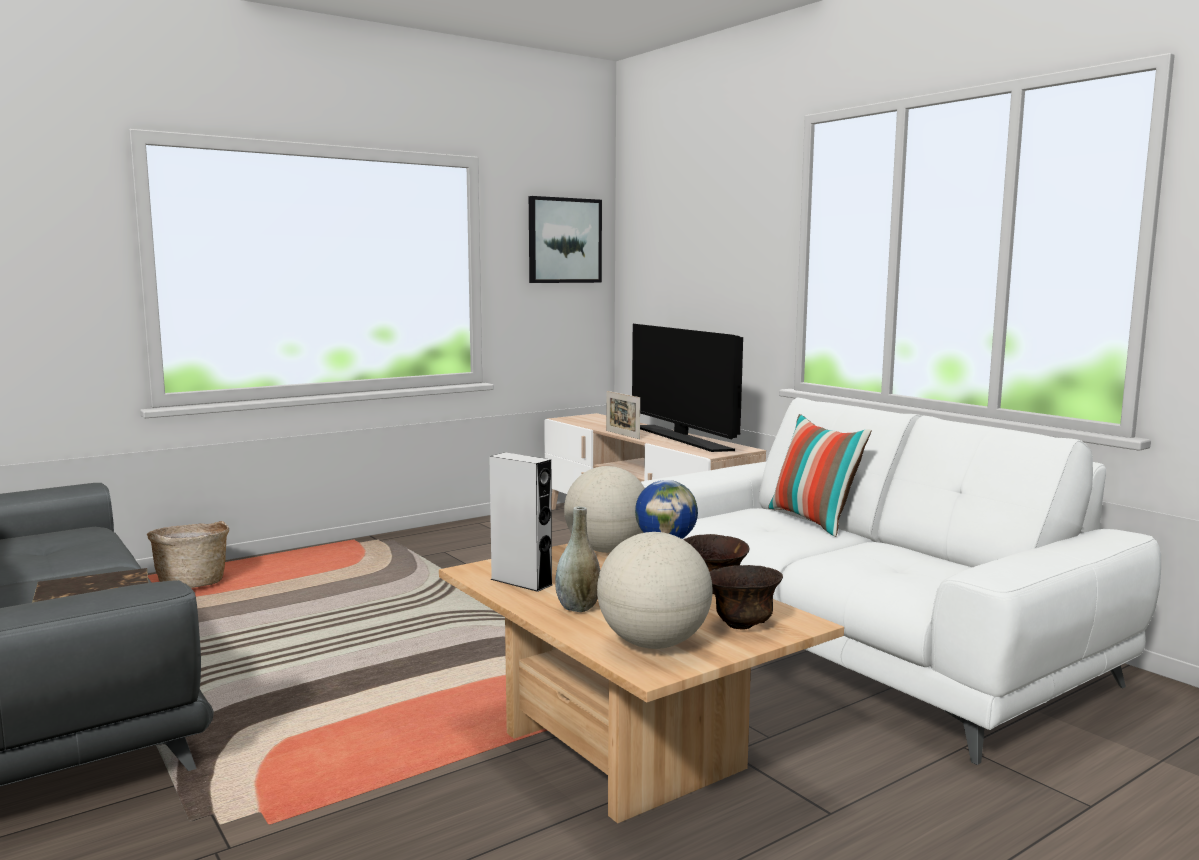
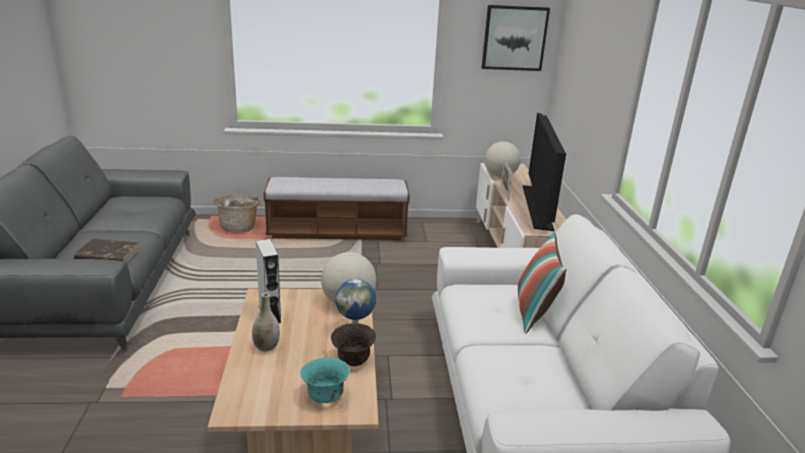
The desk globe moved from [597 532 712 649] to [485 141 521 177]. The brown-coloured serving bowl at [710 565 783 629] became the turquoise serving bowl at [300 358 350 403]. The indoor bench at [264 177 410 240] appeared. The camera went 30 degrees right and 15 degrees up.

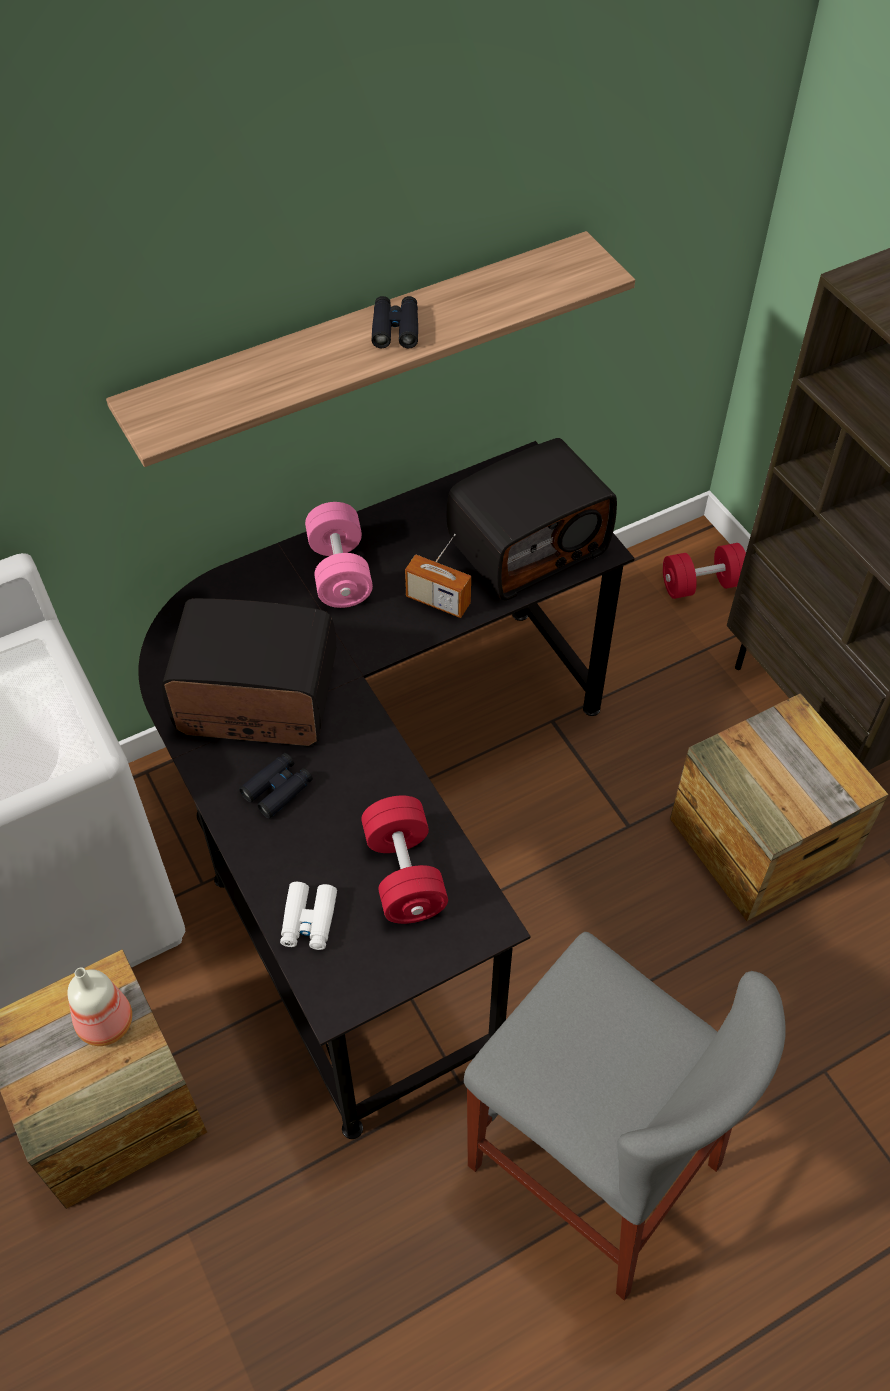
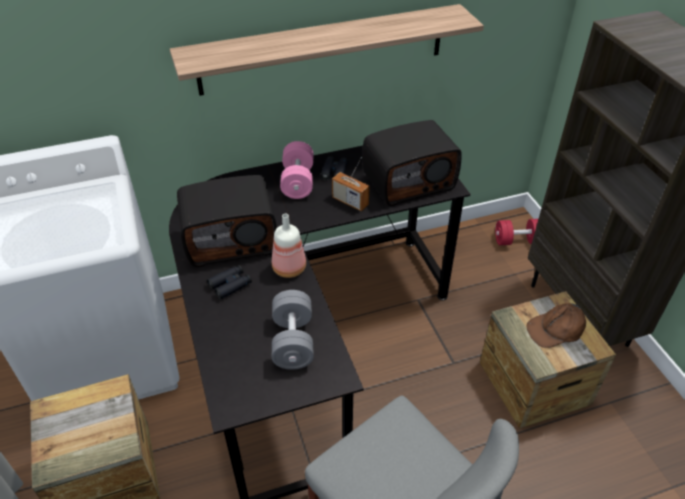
The black field glasses moved from [371 296 418 348] to [320 156 347 181]. The radio at [162 598 336 746] turned 150 degrees clockwise. The reddish dumbbell at [361 795 448 924] became the greyish dumbbell at [272 290 314 370]. The white-coloured field glasses at [280 882 337 950] disappeared. The drink bottle moved from [67 967 132 1046] to [272 214 306 278]. The brown-coloured cap at [527 303 586 348] appeared. The camera went 10 degrees right and 10 degrees down.

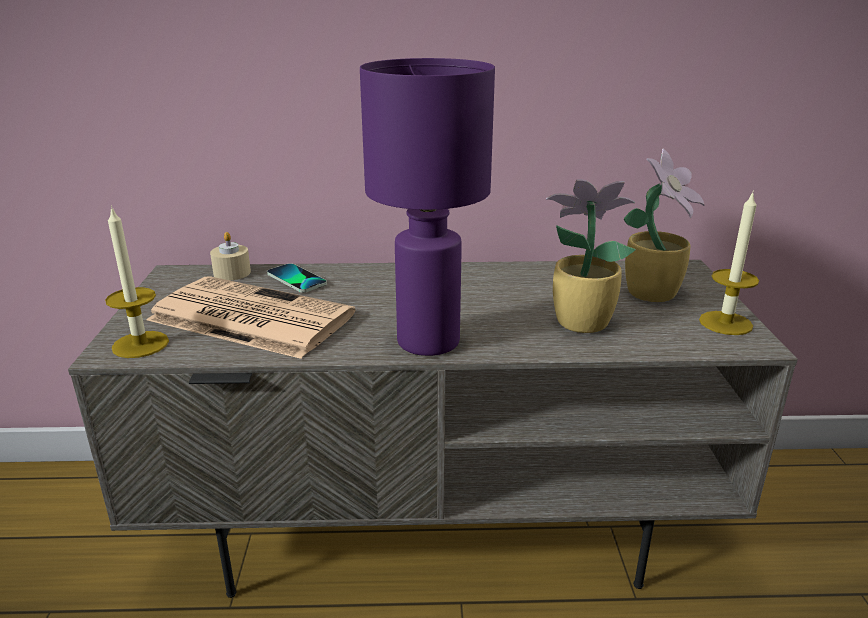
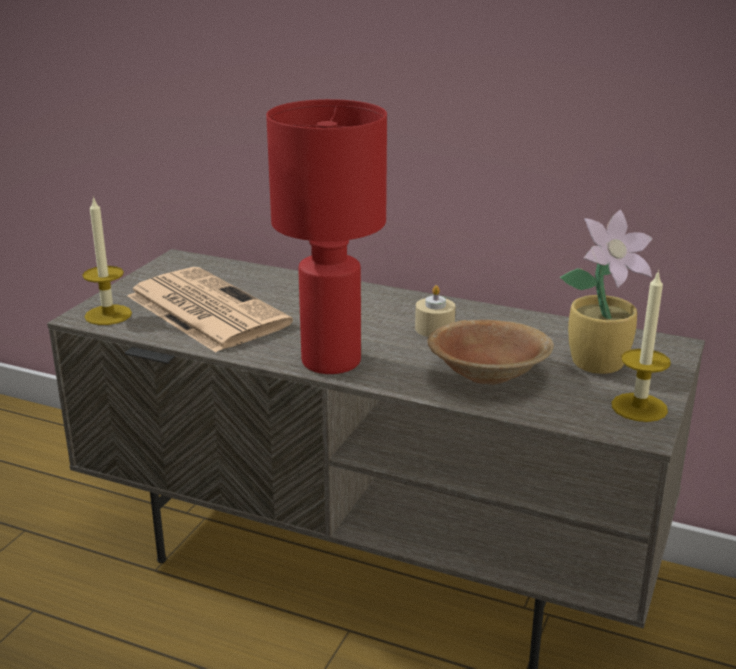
The purplish table lamp at [360 58 495 356] became the reddish table lamp at [266 99 387 374]. The plant in a pot at [546 179 636 333] was replaced by the brown-coloured serving bowl at [427 320 554 385]. The sand-coloured wax light moved from [210 232 251 280] to [415 285 455 337]. The handset at [267 263 327 292] disappeared. The camera went 25 degrees right and 0 degrees up.

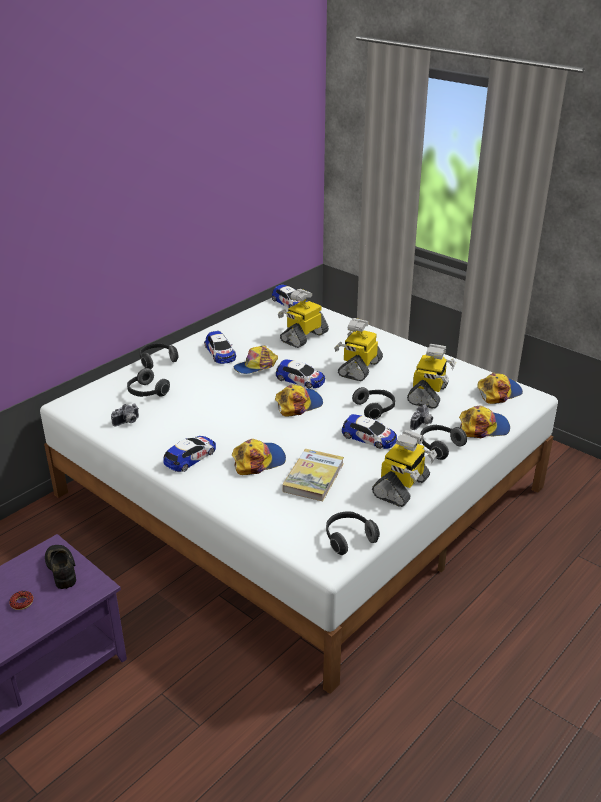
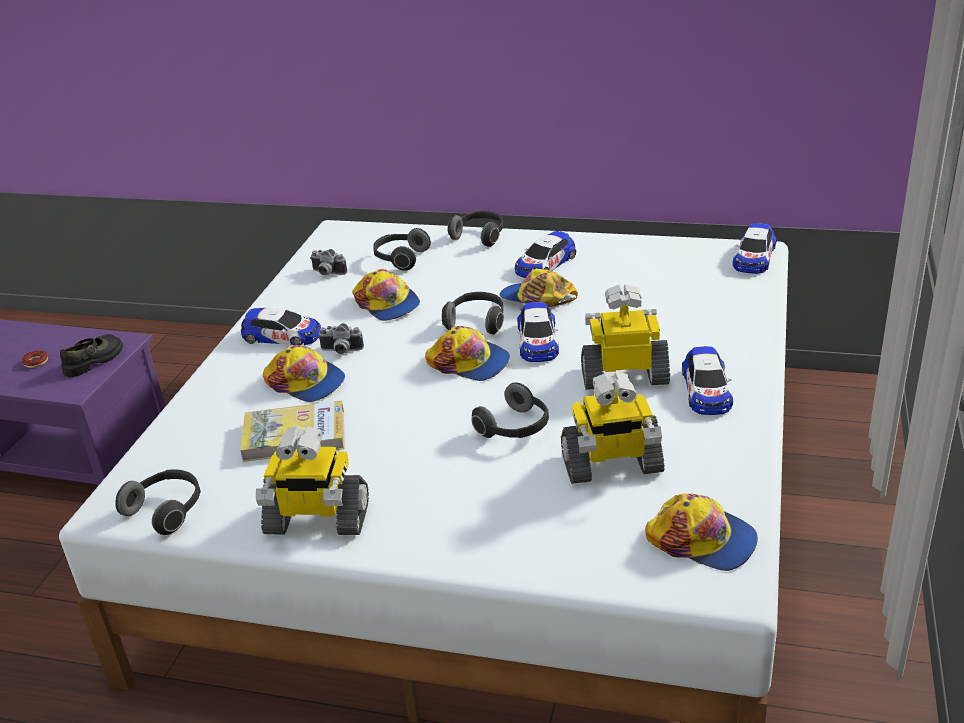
The model robot at [278 289 329 348] disappeared. The photo camera moved from [410 404 433 430] to [318 323 364 354]. The cap moved from [459 405 510 438] to [352 269 420 321]. The model car moved from [342 414 397 449] to [682 346 733 415]. The headset moved from [420 425 467 460] to [442 292 504 335]. The camera went 65 degrees right and 0 degrees up.

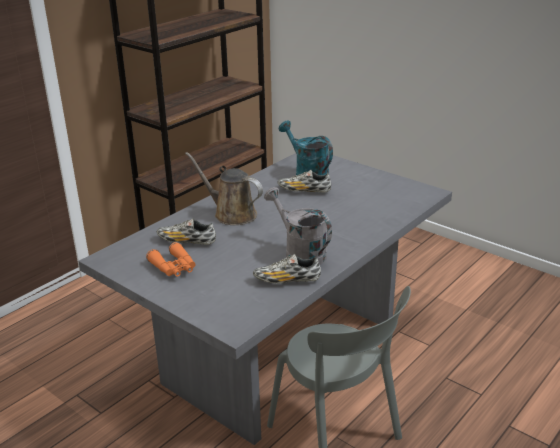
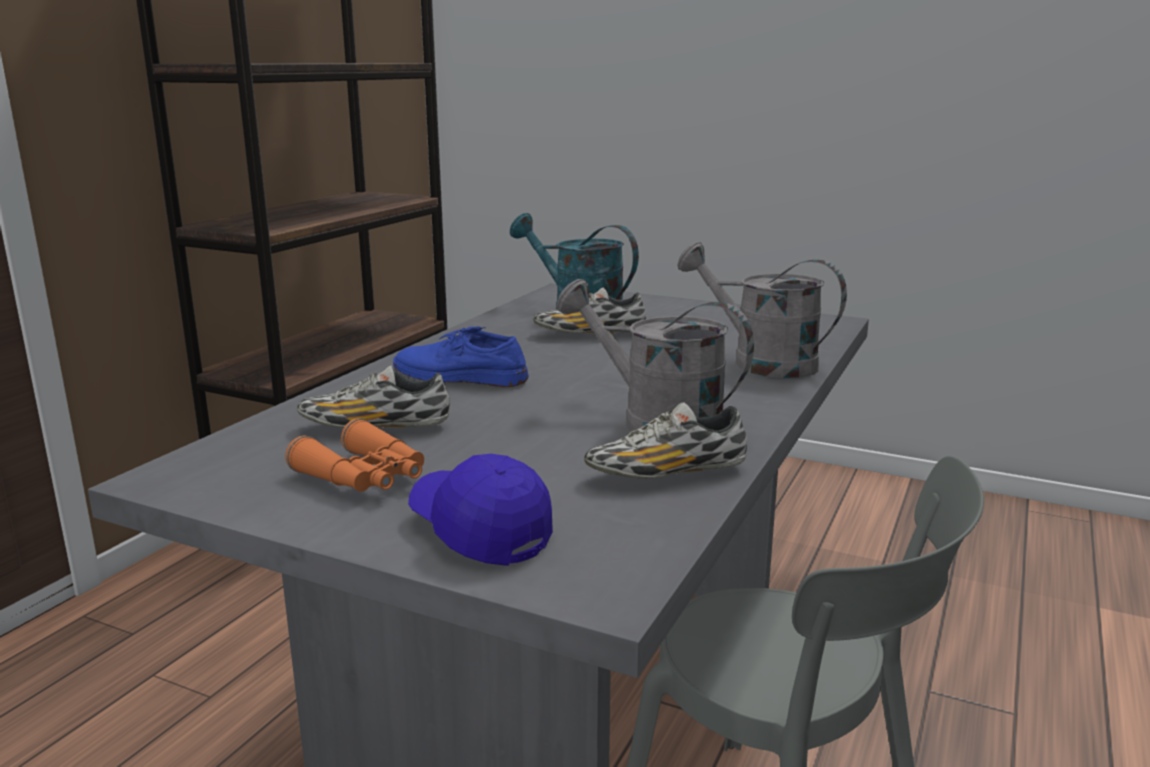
The brown-coloured watering pot at [185 152 263 225] was replaced by the blue item of footwear at [393 327 529 387]. The greyish watering pot at [677 242 847 378] appeared. The blue cap at [408 454 553 566] appeared. The camera went 15 degrees left and 10 degrees down.

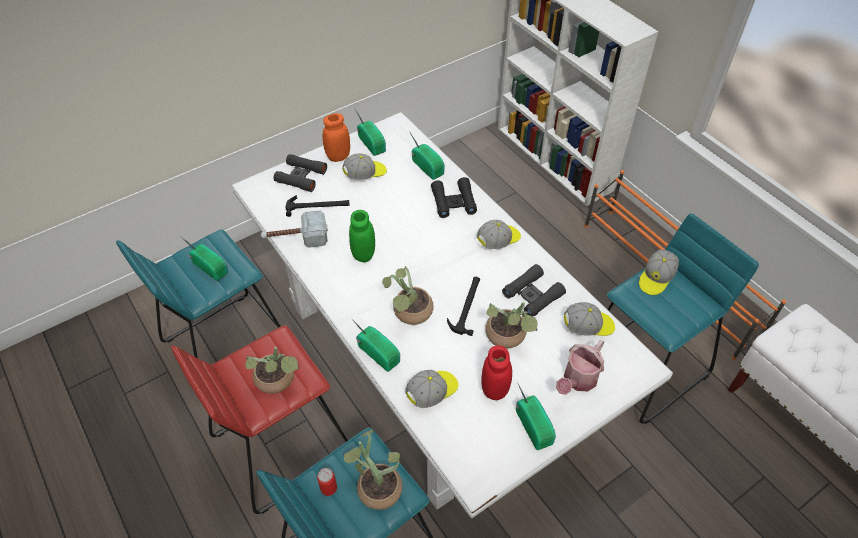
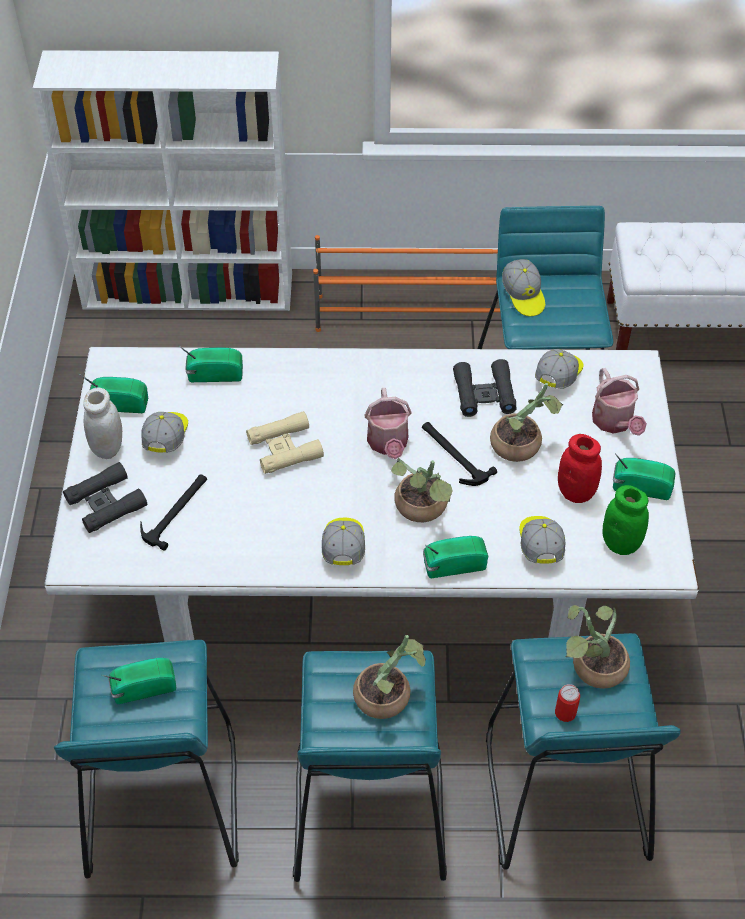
The orangey preserve jar at [323 113 350 162] became the white-coloured preserve jar at [83 388 122 459]. The black field glasses at [431 177 477 218] disappeared. The hand hammer at [261 210 328 248] disappeared. The green preserve jar moved from [349 210 375 262] to [603 485 649 555]. The cap moved from [477 220 521 249] to [322 518 365 565]. The reddish stool seat at [171 325 348 514] became the turquoise stool seat at [293 650 447 882]. The watering pot at [365 388 411 459] appeared. The sand-coloured field glasses at [246 411 324 474] appeared. The camera went 55 degrees left and 0 degrees up.

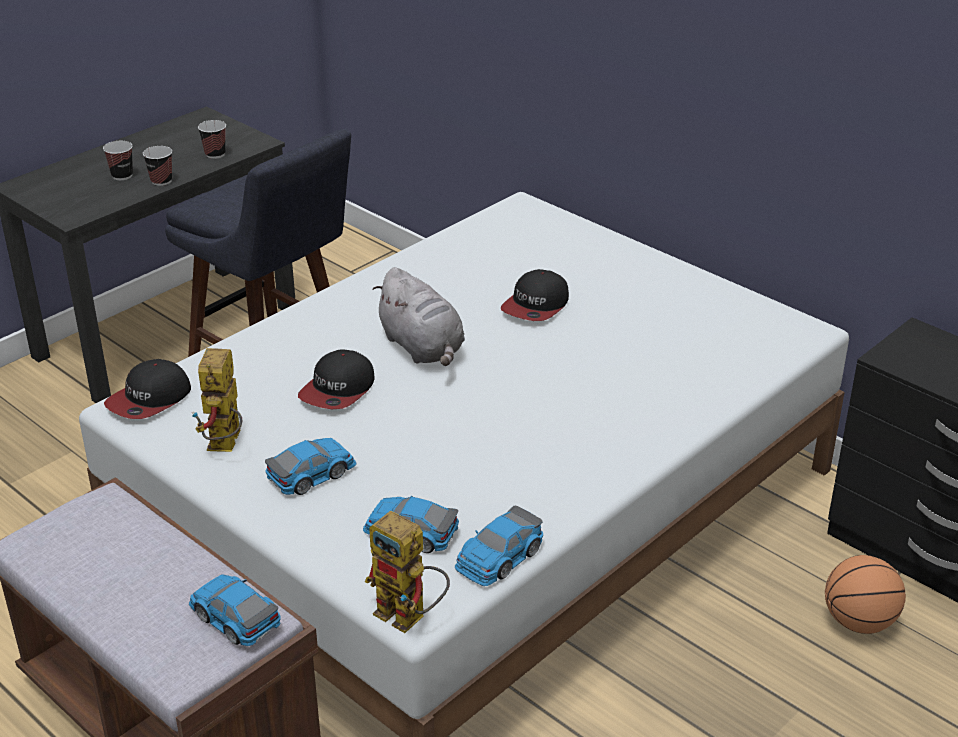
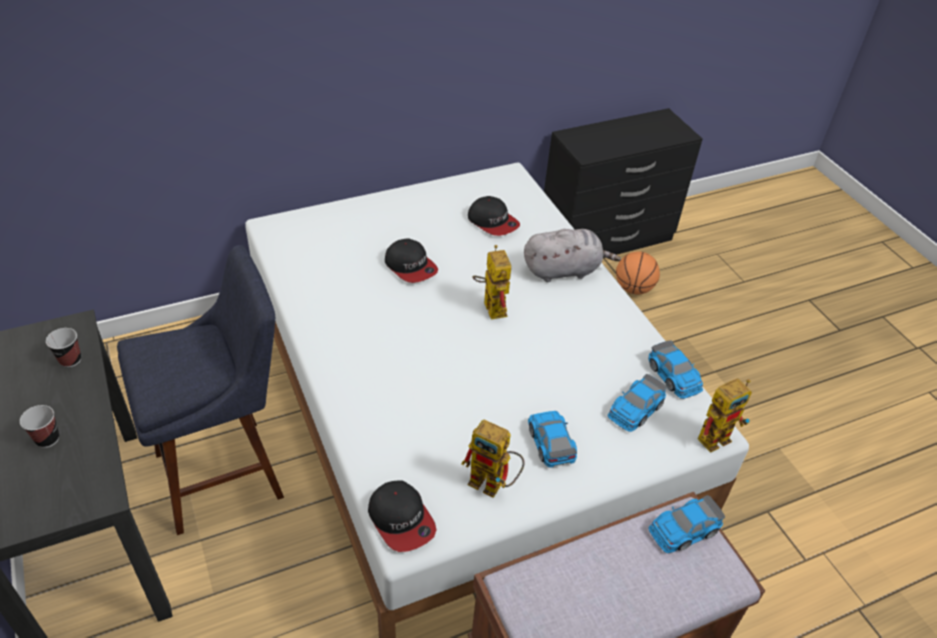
The small cup at [143 146 172 186] disappeared. The greyish soft toy moved from [372 267 465 366] to [524 229 621 282]. The cap moved from [298 349 375 409] to [468 196 520 236]. The model robot at [472 245 511 320] appeared. The camera went 70 degrees left and 10 degrees up.

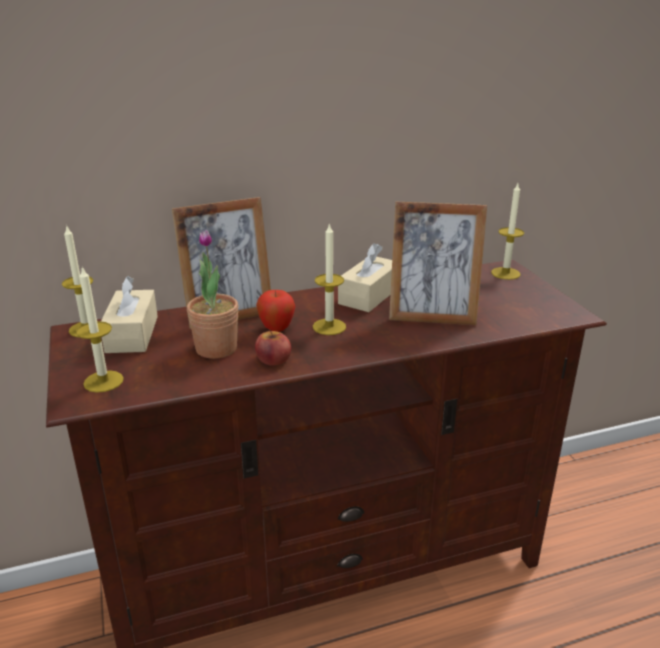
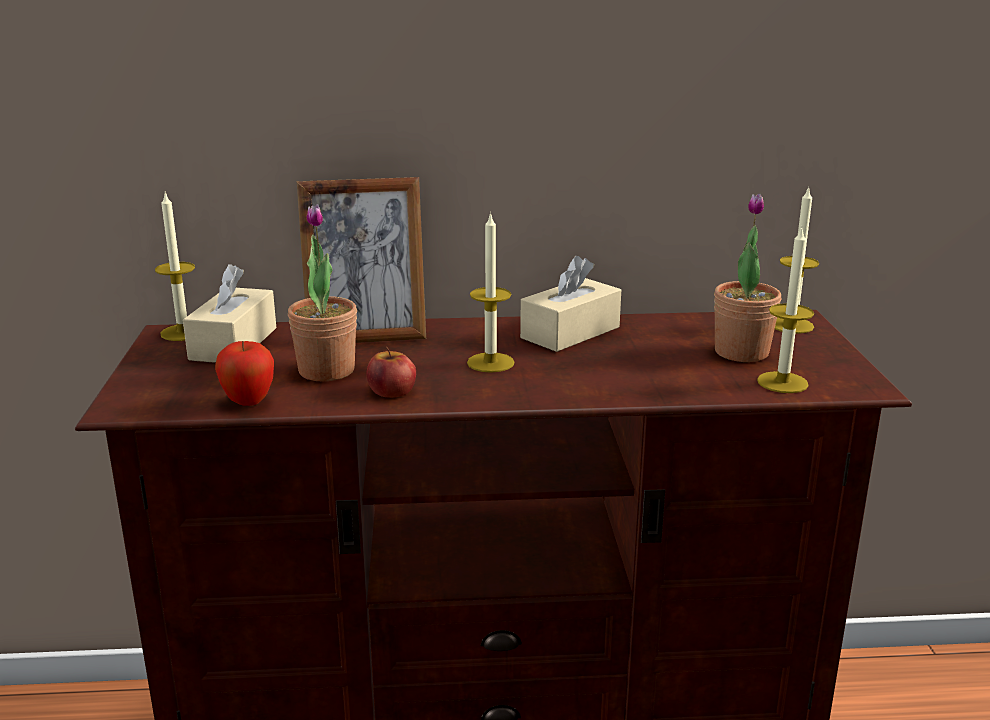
The standing frame at [389 202 487 325] disappeared. The wax light moved from [76 266 124 393] to [757 226 814 393]. The whole apple moved from [256 290 295 332] to [215 341 274 406]. The plant in a pot at [714 194 782 362] appeared. The camera went 15 degrees right and 5 degrees down.

